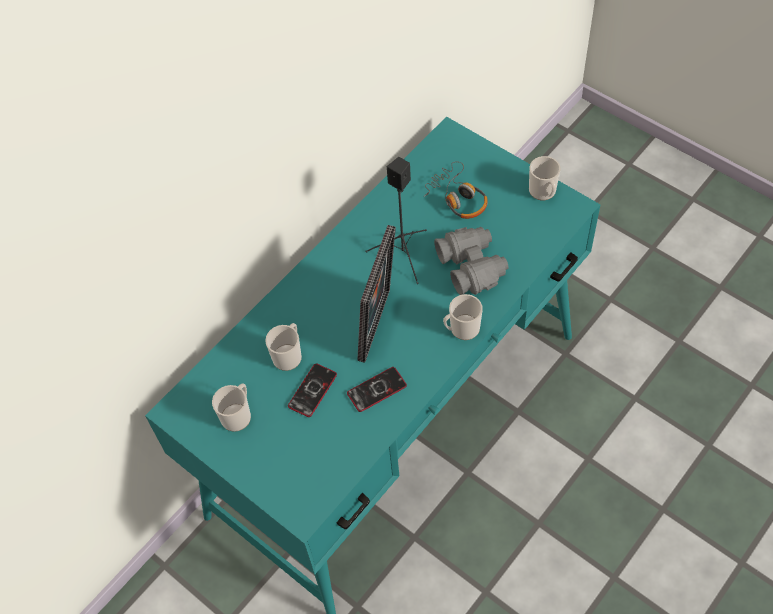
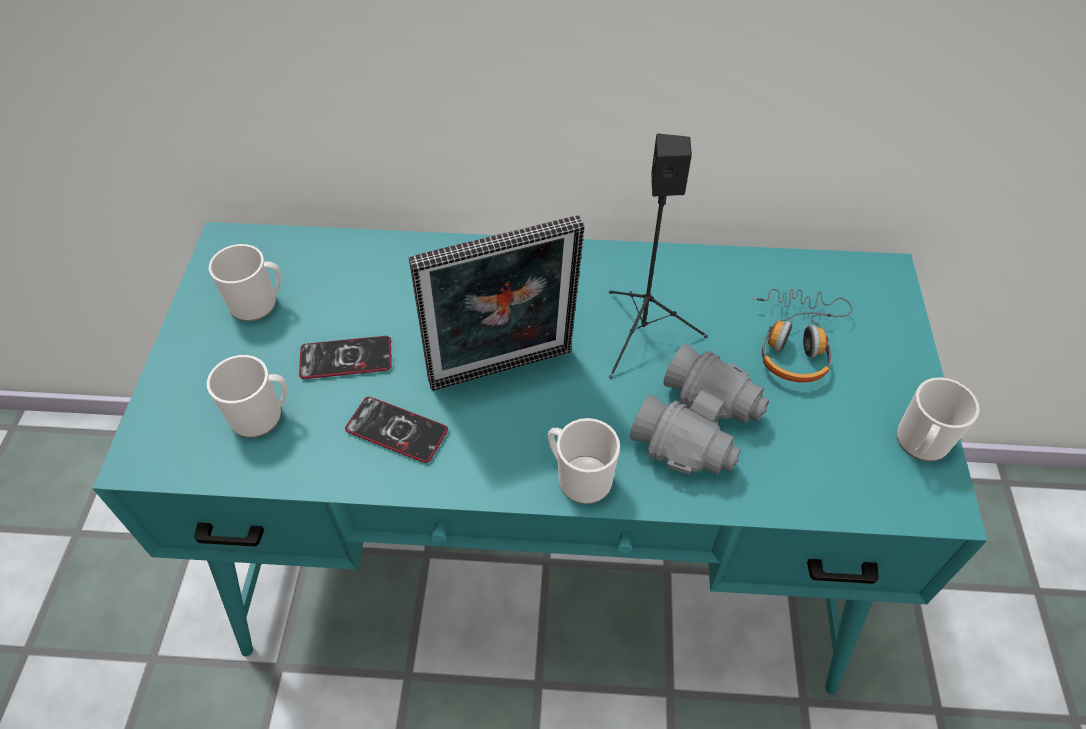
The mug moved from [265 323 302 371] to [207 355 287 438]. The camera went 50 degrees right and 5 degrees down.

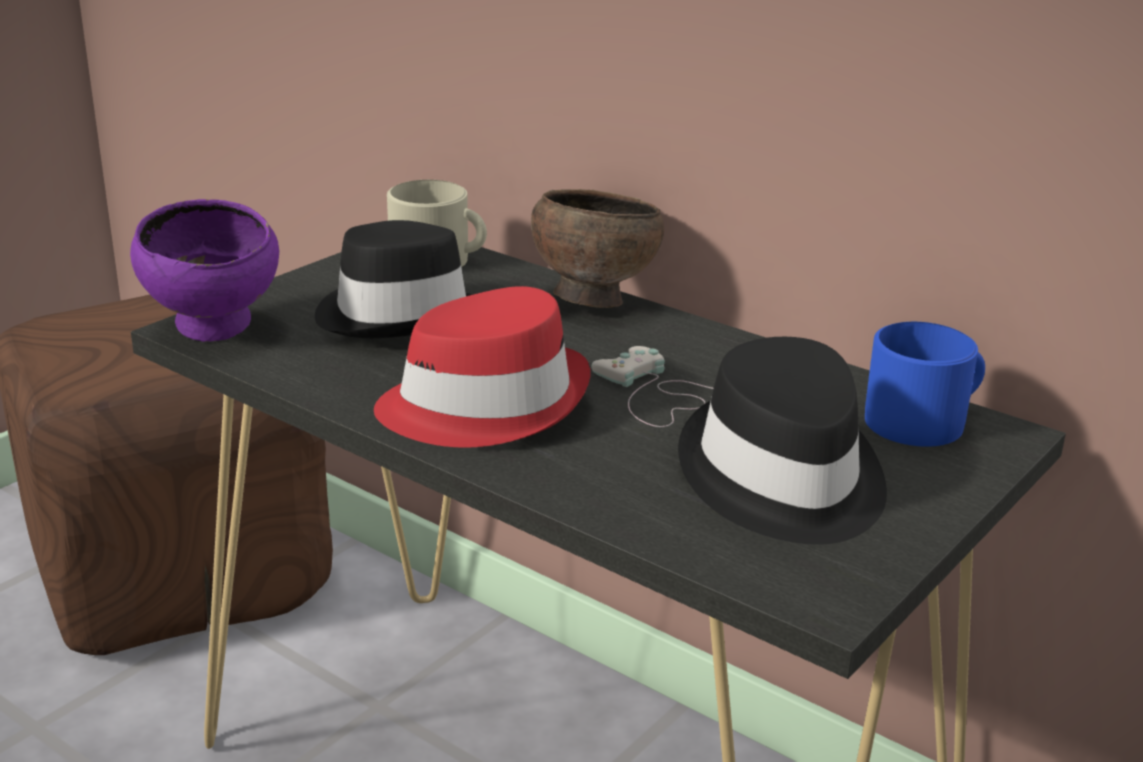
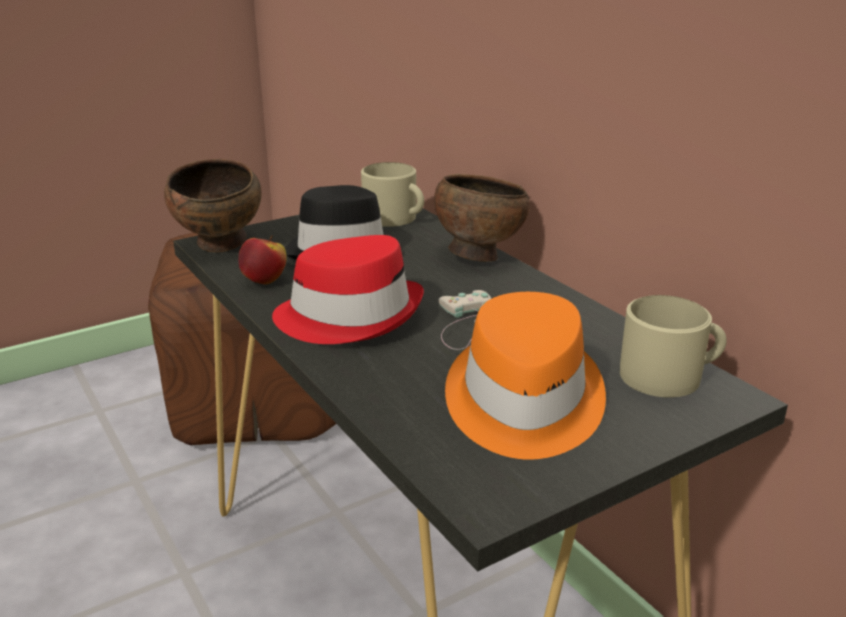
The purplish serving bowl at [130 199 279 342] became the brown-coloured serving bowl at [164 159 261 252]. The blue mug at [865 322 985 447] became the sand-coloured mug at [620 295 727 398]. The black wearable hat at [678 337 887 545] became the orangey wearable hat at [445 292 606 460]. The whole apple at [238 235 287 285] appeared. The camera went 20 degrees right and 0 degrees up.

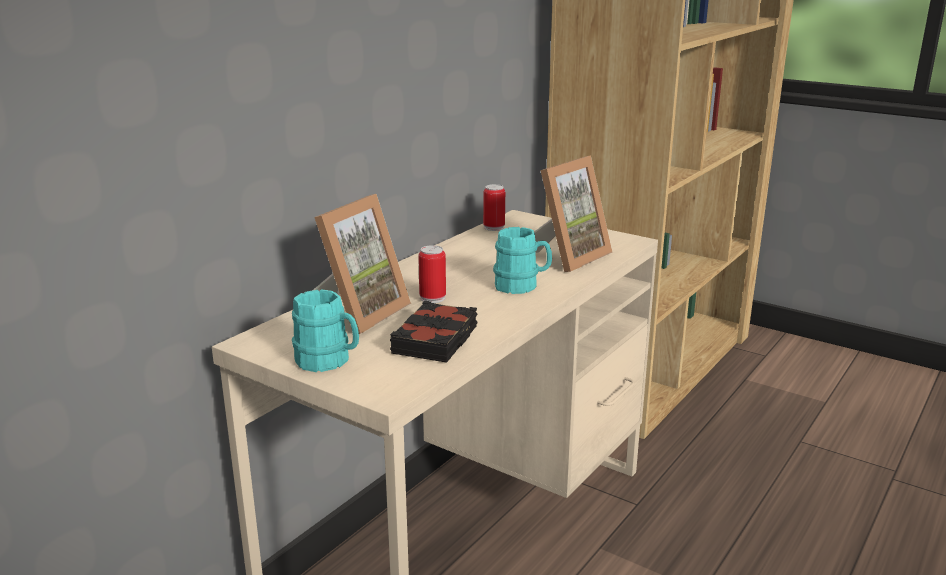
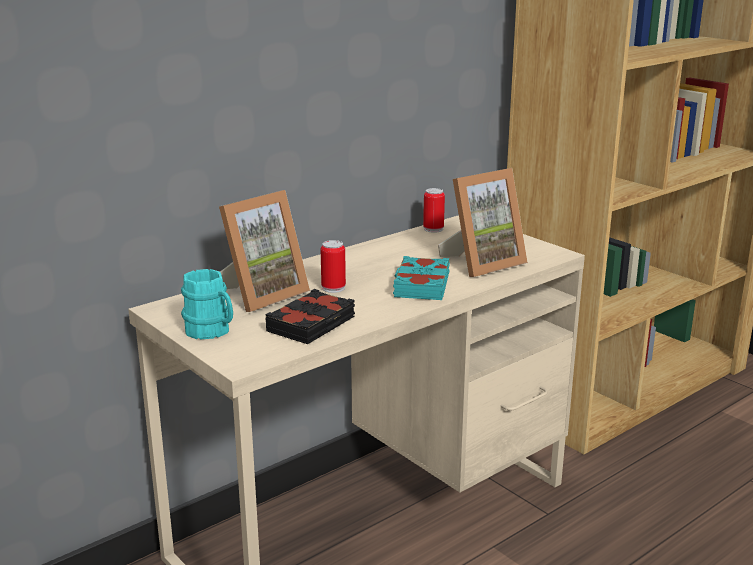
The turquoise mug at [493 227 552 294] was replaced by the turquoise bound book at [393 256 450 300]. The camera went 15 degrees right and 0 degrees up.

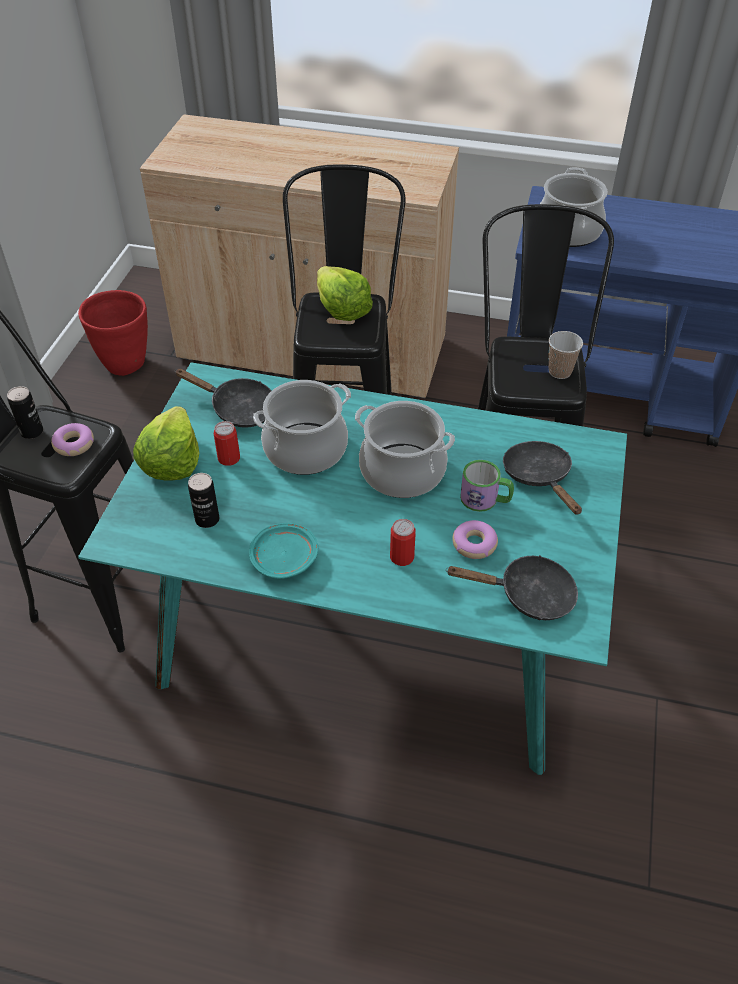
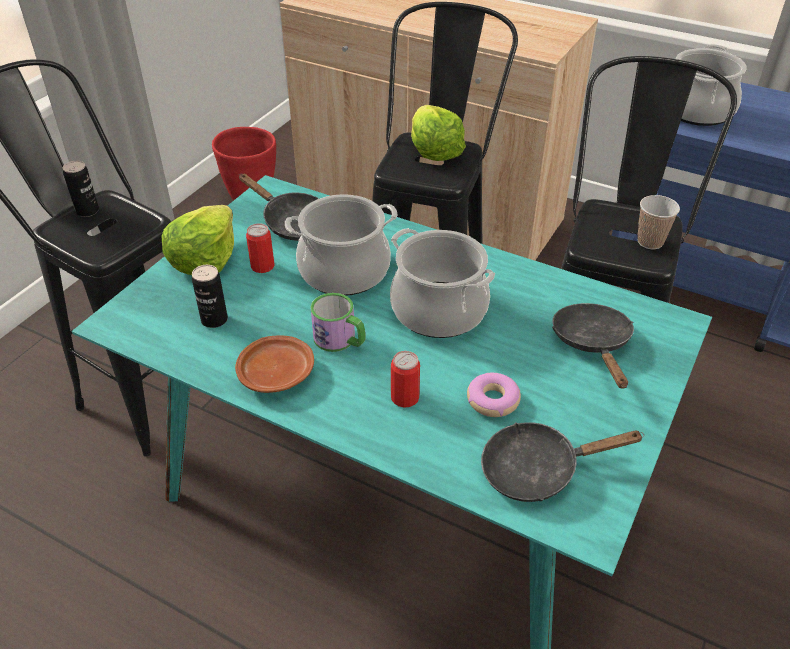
The ring doughnut at [51 423 94 456] disappeared. The mug moved from [460 460 514 512] to [311 293 366 352]. The turquoise plate at [249 523 318 579] became the brown-coloured plate at [235 335 314 393]. The black pan at [446 555 578 620] turned 150 degrees clockwise. The camera went 15 degrees right and 5 degrees down.

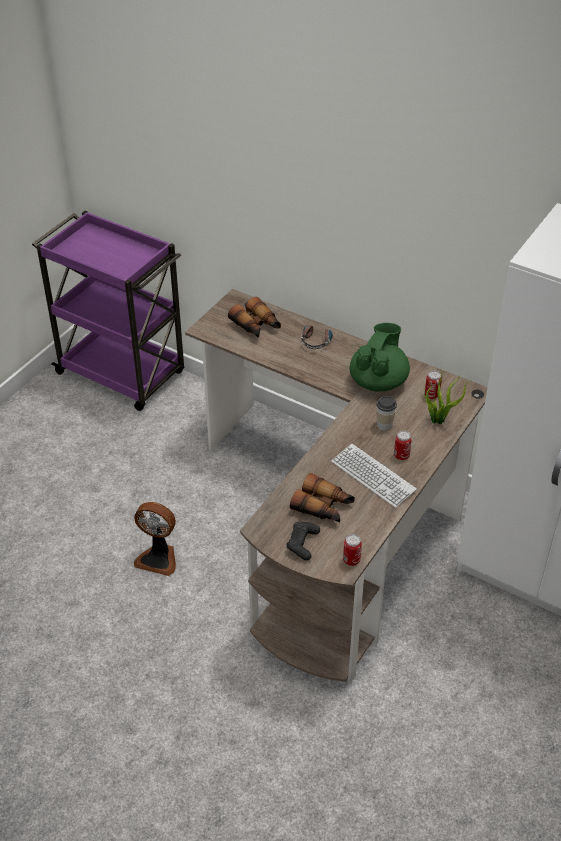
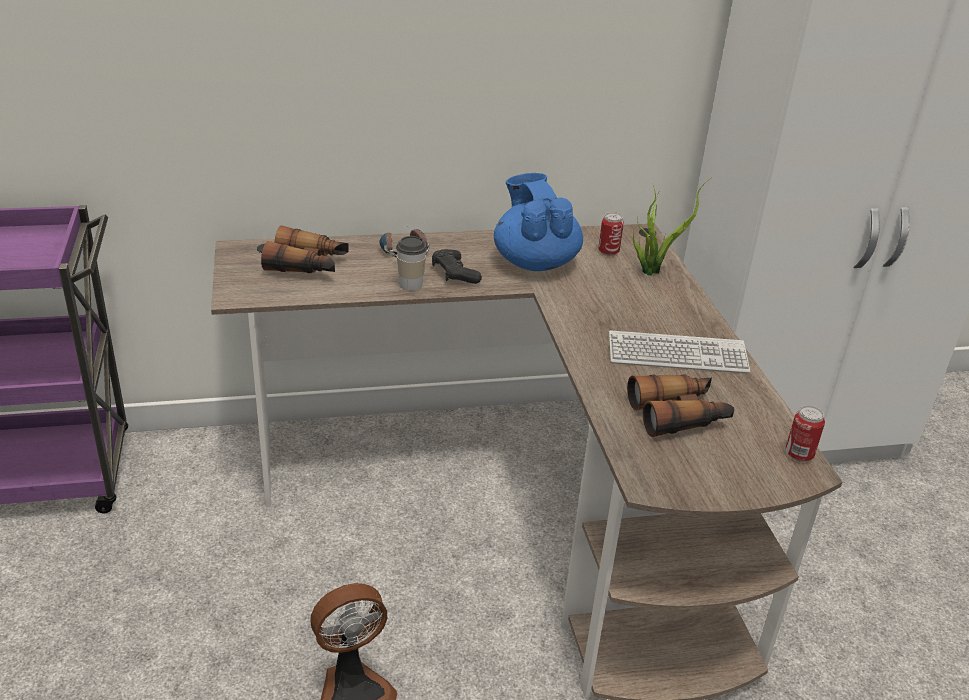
The green tea pot at [349 323 410 392] became the blue tea pot at [494 173 583 271]. The small cup moved from [376 396 397 430] to [396 236 427 291]. The sealed can at [394 430 412 460] disappeared. The black game controller moved from [287 521 320 561] to [432 249 482 284]. The camera went 45 degrees left and 10 degrees down.

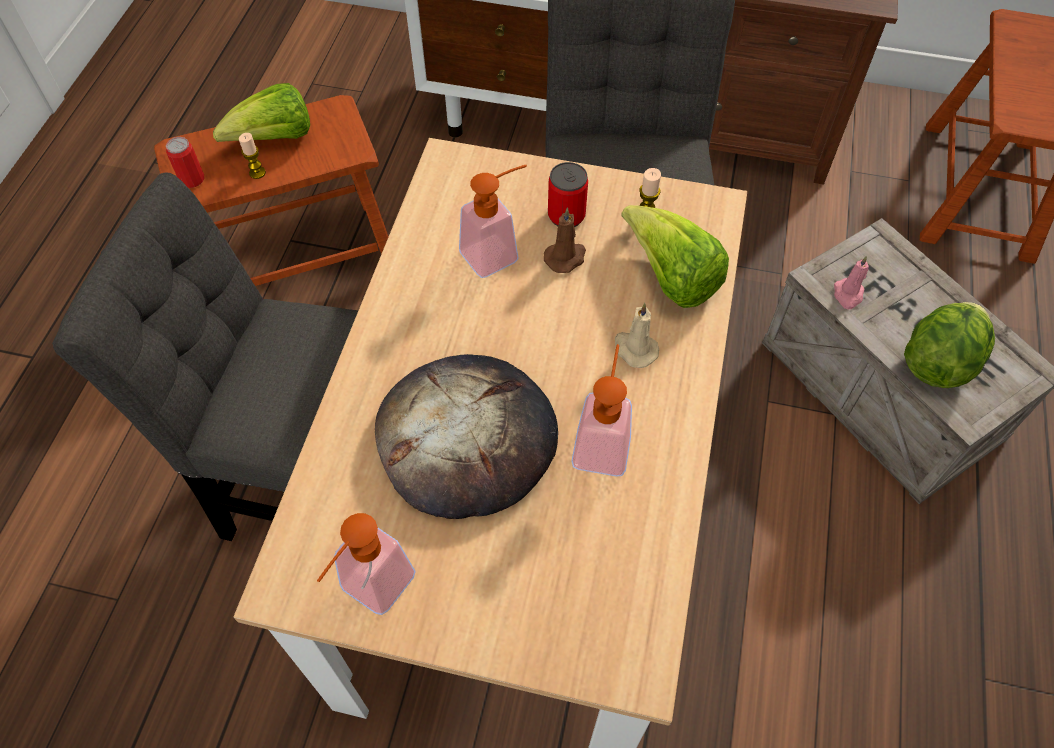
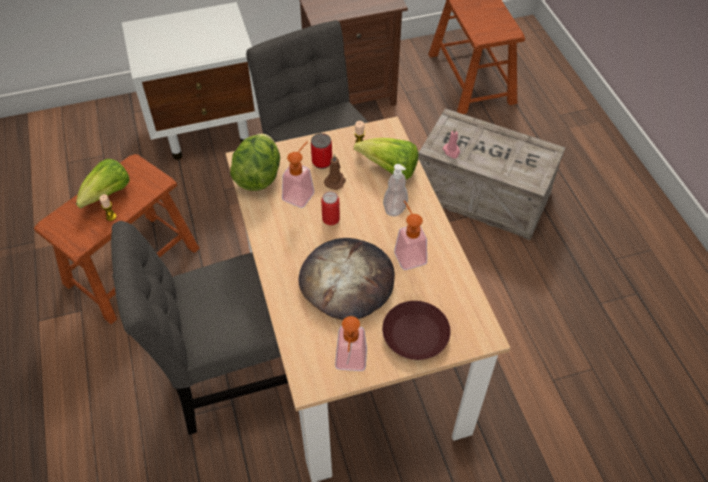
The sealed can moved from [166 137 204 188] to [321 191 340 225]. The head of lettuce moved from [904 302 995 388] to [230 134 280 191]. The sand-coloured wax light at [615 303 659 368] was replaced by the liquid soap bottle at [383 164 408 216]. The brown-coloured plate at [382 301 451 360] appeared. The camera went 30 degrees left and 5 degrees down.

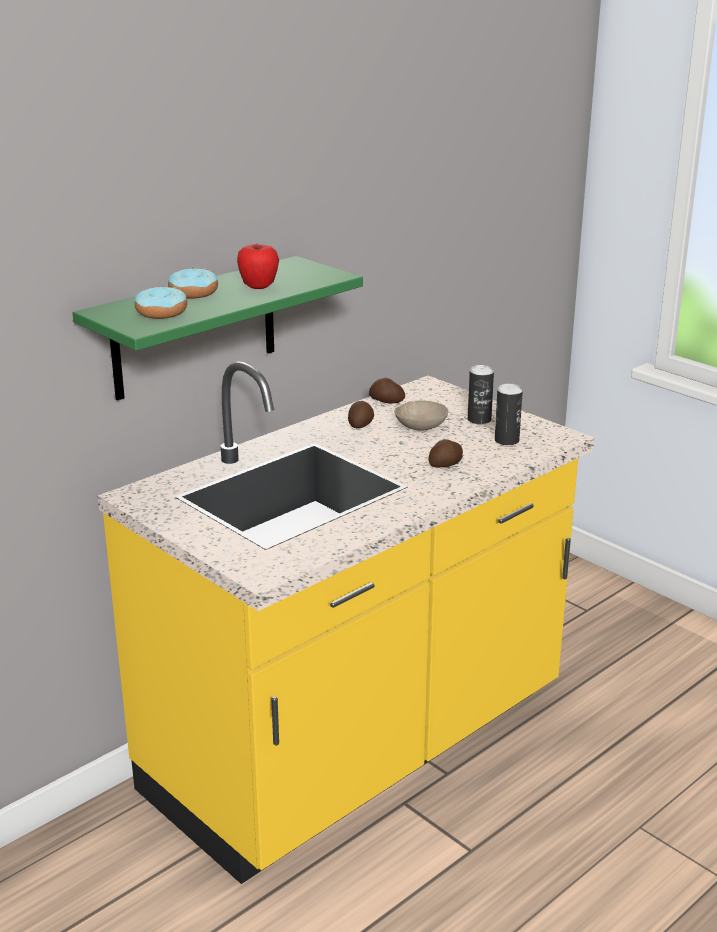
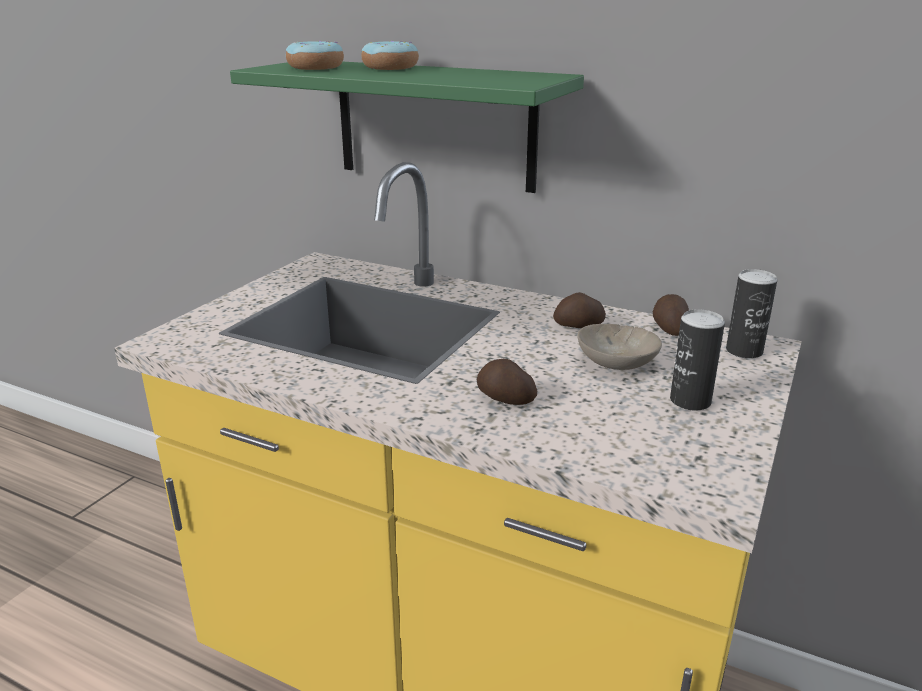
The whole apple at [237 243 279 289] disappeared. The sealed can moved from [495 384 523 445] to [726 269 777 359]. The camera went 70 degrees right and 0 degrees up.

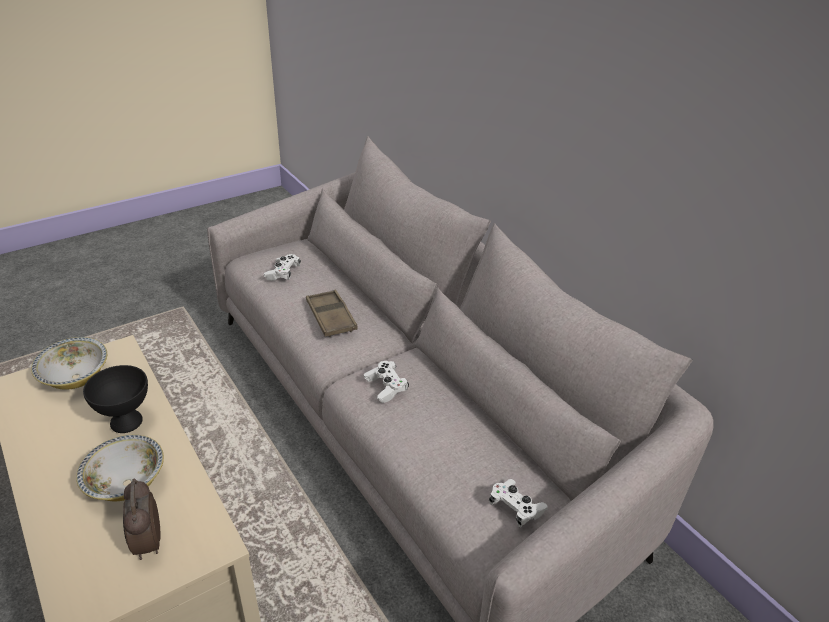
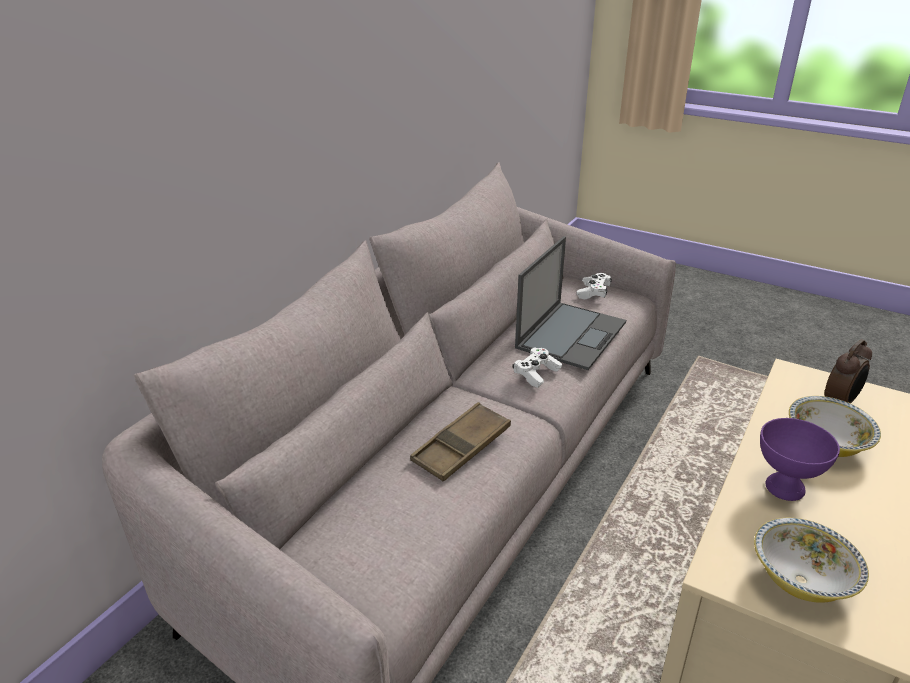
The white-coloured game controller at [264 254 301 281] disappeared. The black serving bowl at [83 365 148 433] became the purplish serving bowl at [760 418 840 501]. The notebook computer at [515 236 626 370] appeared. The camera went 115 degrees left and 5 degrees down.

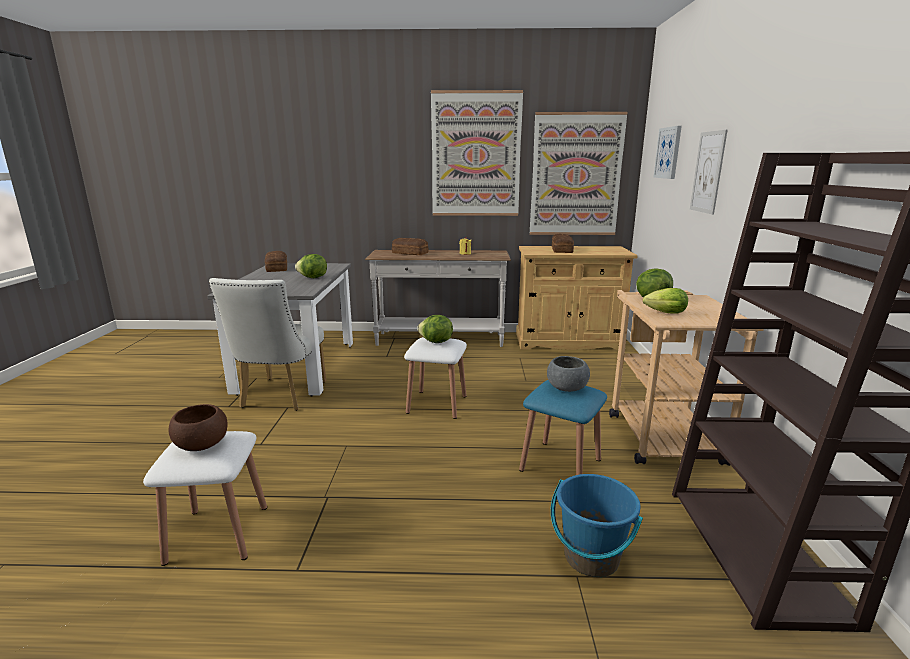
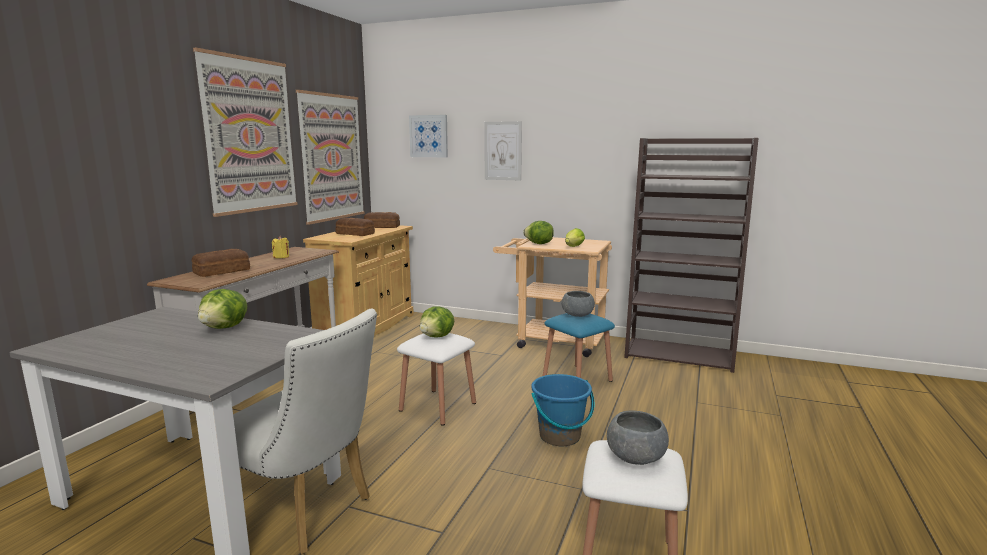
The bread moved from [265 251 287 272] to [364 212 400 228]. The brown-coloured serving bowl at [169 404 228 451] became the greyish serving bowl at [607 411 669 465]. The blue pail moved from [551 474 643 577] to [531 374 594 446]. The camera went 70 degrees left and 5 degrees down.

